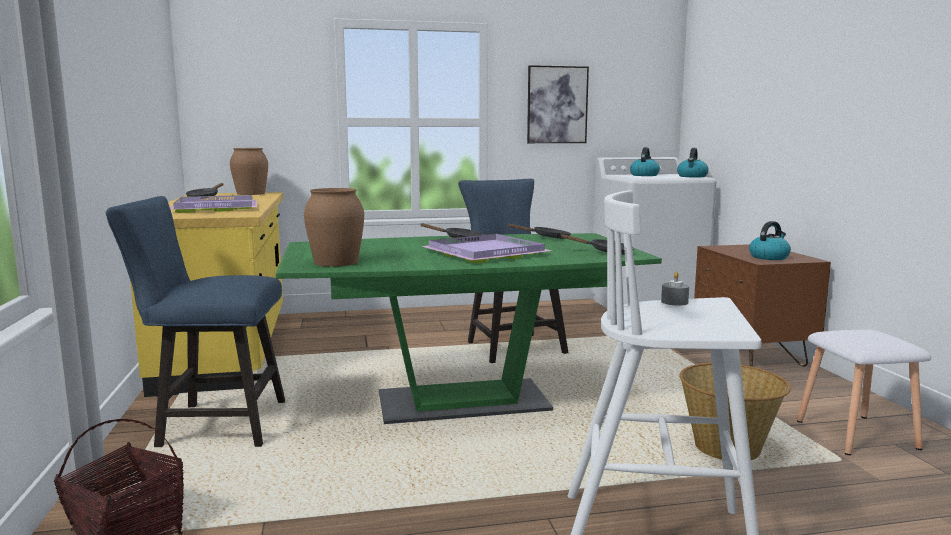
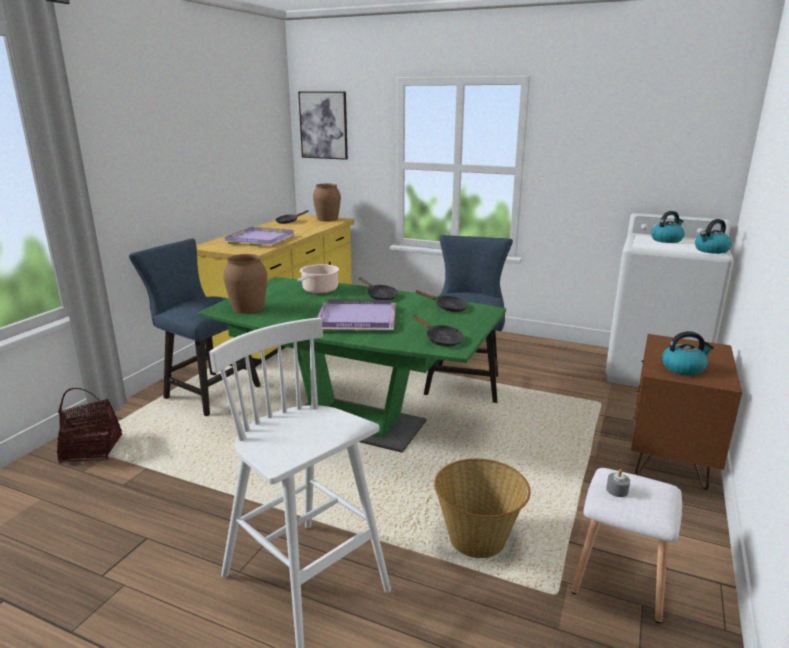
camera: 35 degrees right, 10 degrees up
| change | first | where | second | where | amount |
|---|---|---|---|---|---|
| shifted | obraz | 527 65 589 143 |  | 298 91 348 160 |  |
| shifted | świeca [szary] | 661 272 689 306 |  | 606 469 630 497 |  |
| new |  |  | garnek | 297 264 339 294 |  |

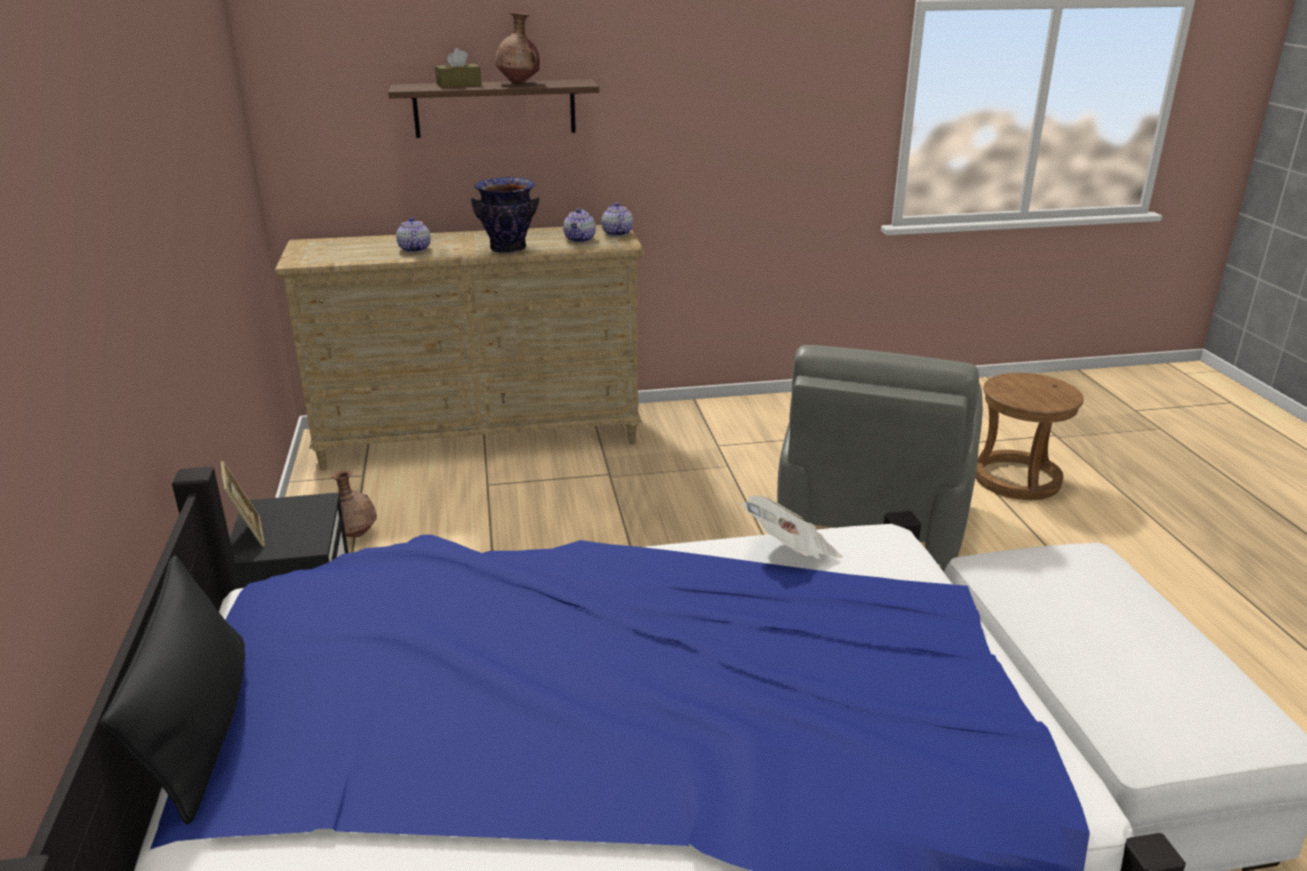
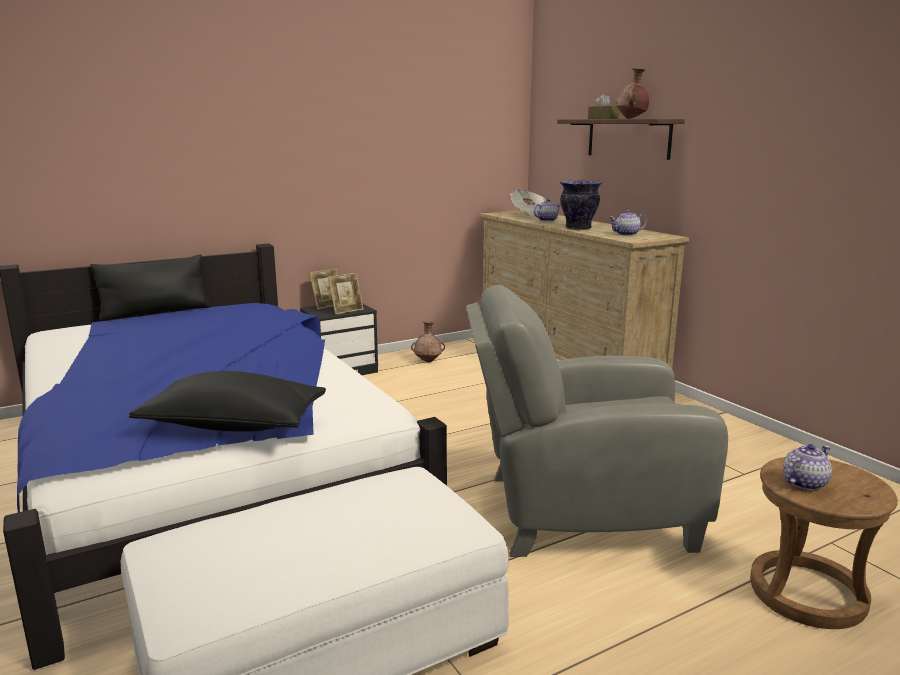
camera: 70 degrees right, 10 degrees down
| change | first | where | second | where | amount |
|---|---|---|---|---|---|
| shifted | imbryk | 601 203 633 236 |  | 783 444 832 490 |  |
| shifted | gazeta | 741 496 843 559 |  | 510 189 546 218 |  |
| new |  |  | ramka na zdjęcie | 328 273 364 315 |  |
| new |  |  | poduszka [czarny] | 129 371 326 432 |  |

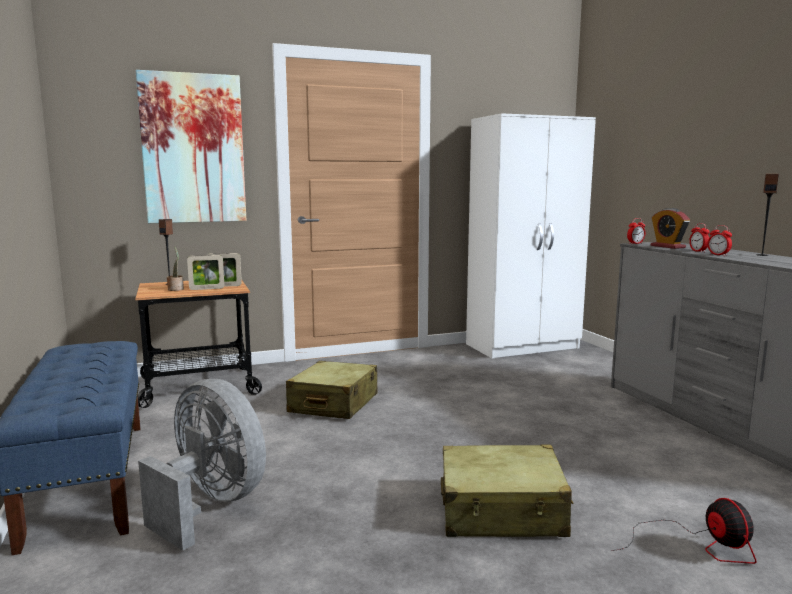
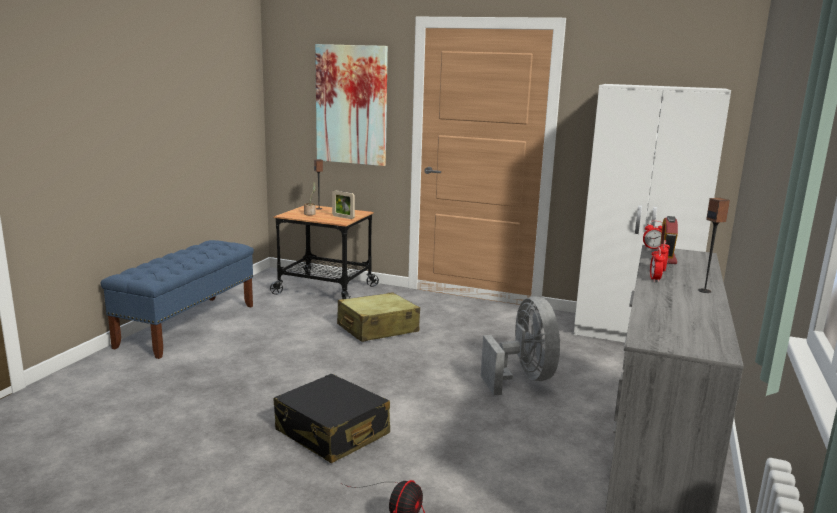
camera: 40 degrees right, 5 degrees up
| change | first | where | second | where | amount |
|---|---|---|---|---|---|
| gone | ramka na zdjęcie | 187 255 224 290 |  |  |  |
| shifted | wentylator [szary] | 138 379 266 551 |  | 481 296 560 395 |  |
| repainted | walizka [beżowy] | 441 444 573 537 | walizka [czarny] | 274 374 390 463 |  |

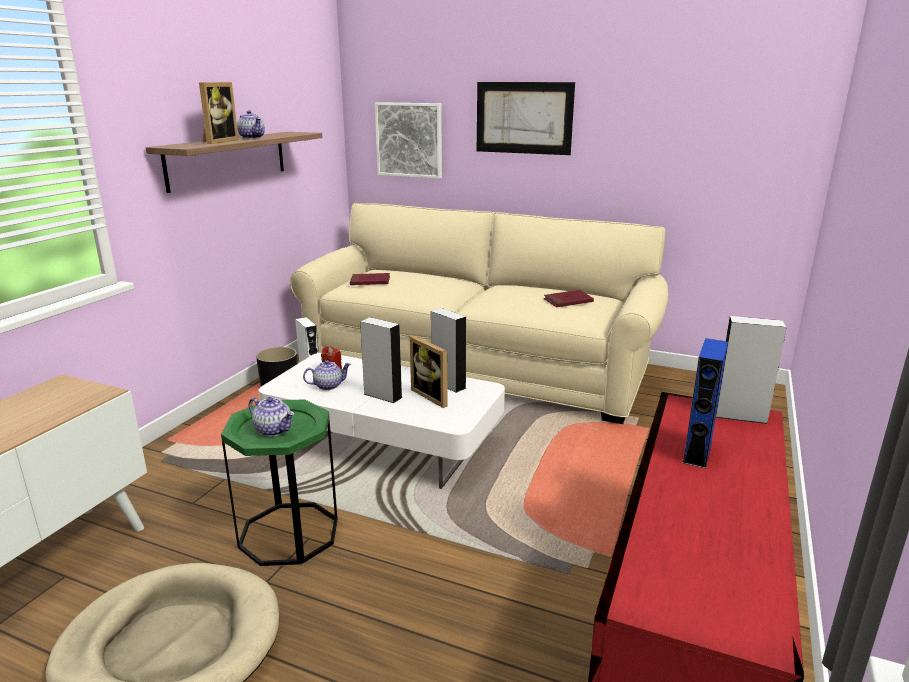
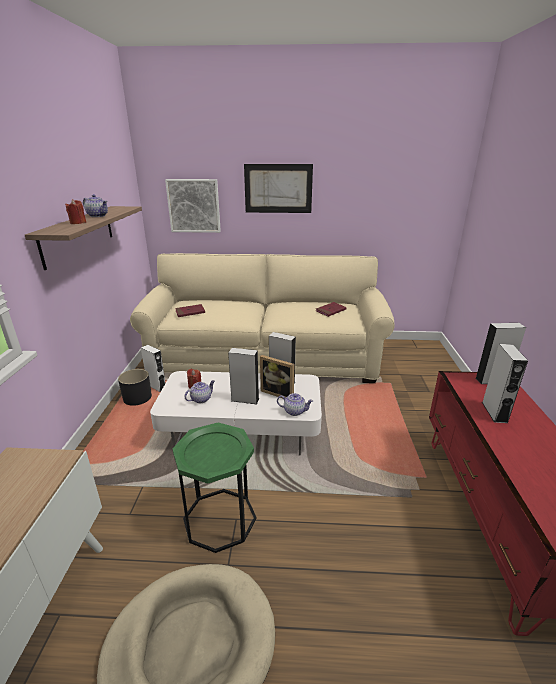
camera: 20 degrees left, 5 degrees up
| change | first | where | second | where | amount |
|---|---|---|---|---|---|
| swapped | ramka na zdjęcie | 199 82 239 144 | świeca [czerwony] | 65 199 86 224 |  |
| repainted | głośnik [niebieski] | 682 338 728 469 | głośnik [szary] | 482 344 528 423 |  |
| shifted | imbryk | 249 397 294 436 |  | 277 393 313 416 |  |

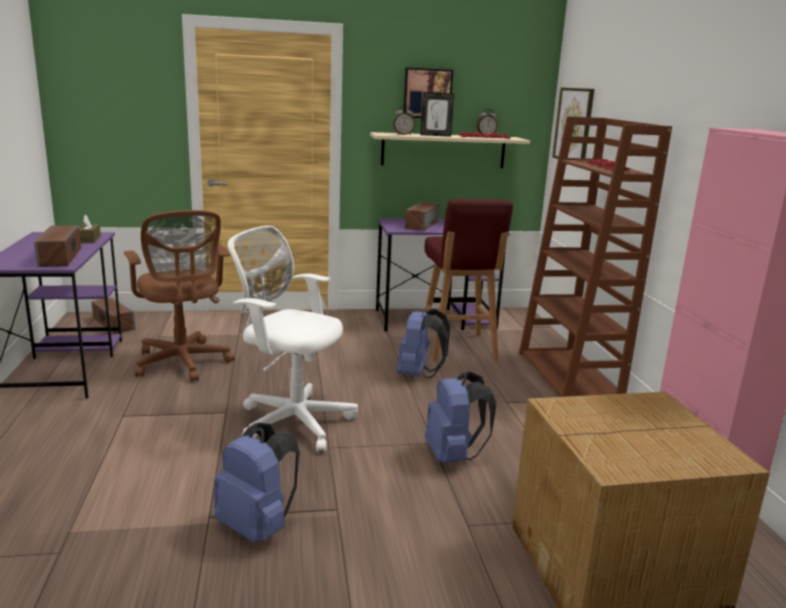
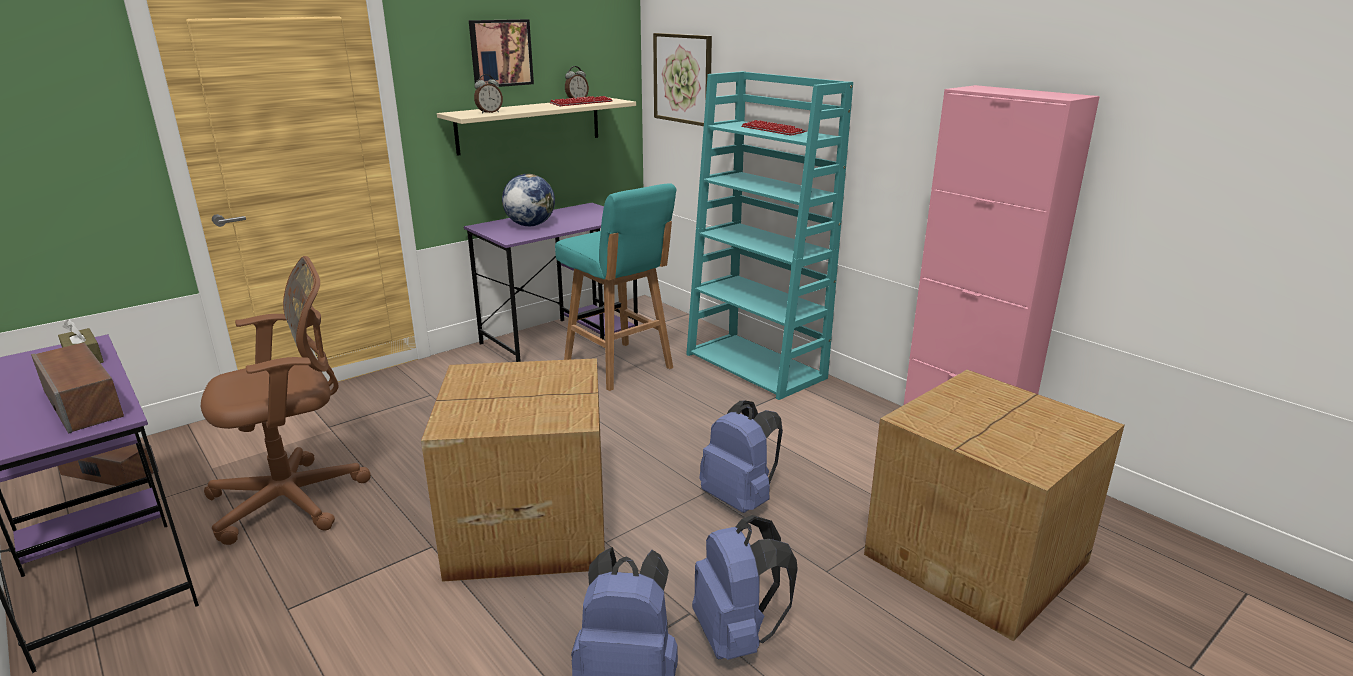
camera: 30 degrees left, 5 degrees up
| change | first | where | second | where | amount |
|---|---|---|---|---|---|
| gone | ramka na zdjęcie | 420 92 454 137 |  |  |  |
| repainted | regał [brązowy] | 519 116 672 397 | regał [turkusowy] | 686 71 853 400 |  |
| repainted | stołek [czerwony] | 424 199 513 361 | stołek [turkusowy] | 555 183 676 391 |  |
| swapped | głośnik | 405 202 440 231 | globus | 502 174 555 226 |  |
| rotated | krzesło biurowe [brązowy] | 124 210 235 382 |  | 201 256 371 545 | 60 degrees counterclockwise |
| swapped | krzesło biurowe [biały] | 228 226 358 452 | karton | 421 358 605 582 |  |
| shifted | plecak [niebieski] | 397 308 450 379 |  | 692 515 798 660 |  |

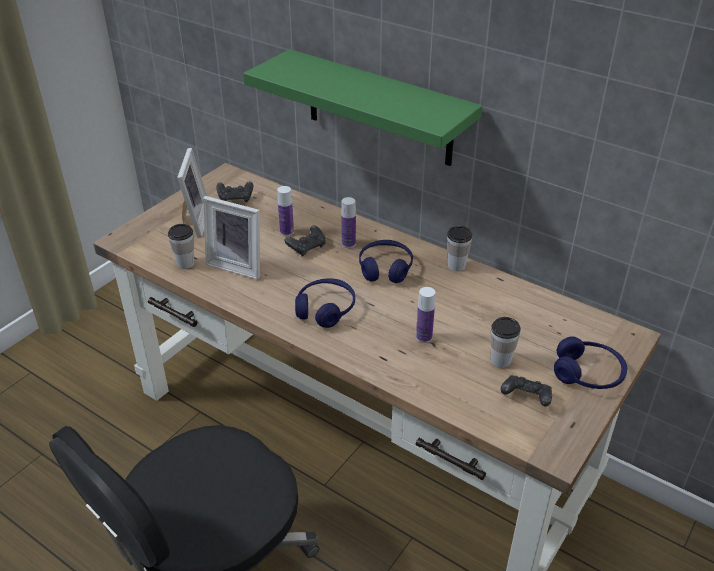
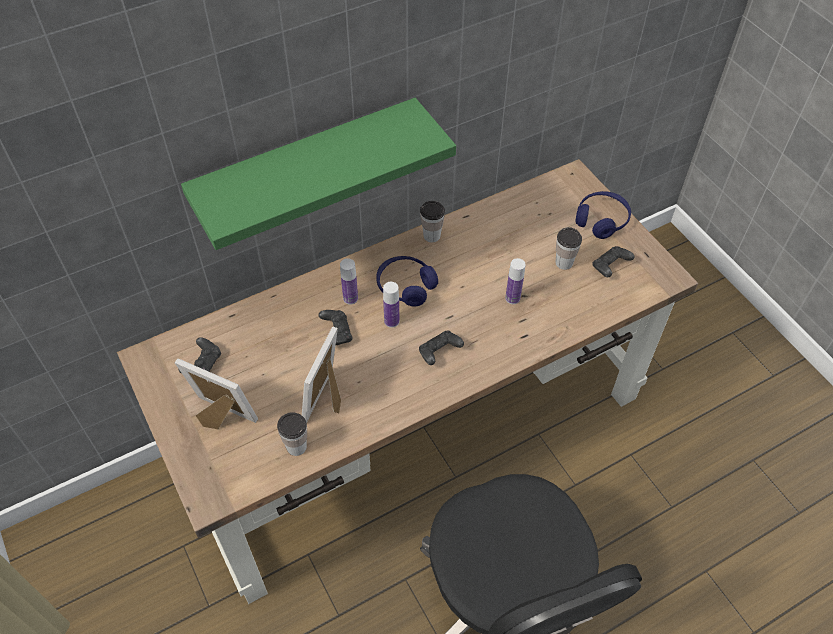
camera: 65 degrees left, 15 degrees up
| change | first | where | second | where | amount |
|---|---|---|---|---|---|
| shifted | butelka | 277 186 294 236 |  | 383 282 399 328 |  |
| rotated | ramka na zdjęcie | 203 196 260 280 |  | 302 327 341 423 | 150 degrees clockwise |
| swapped | słuchawki [niebieski] | 295 278 355 328 | pad do gier [czarny] | 419 330 464 365 |  |

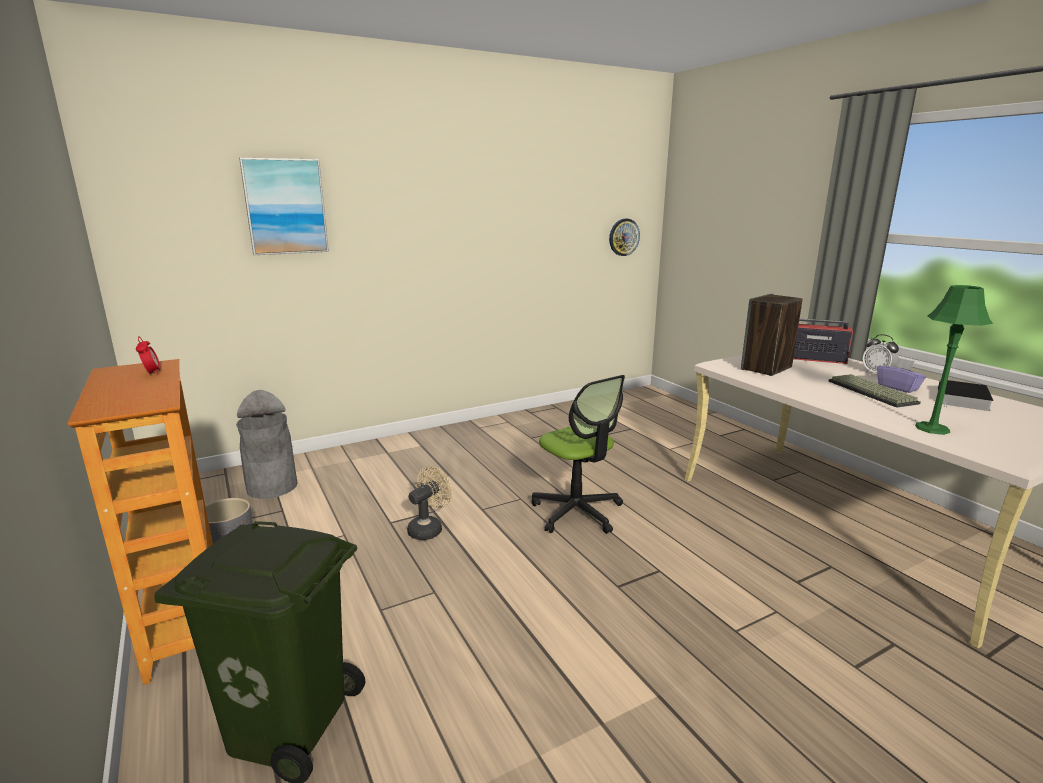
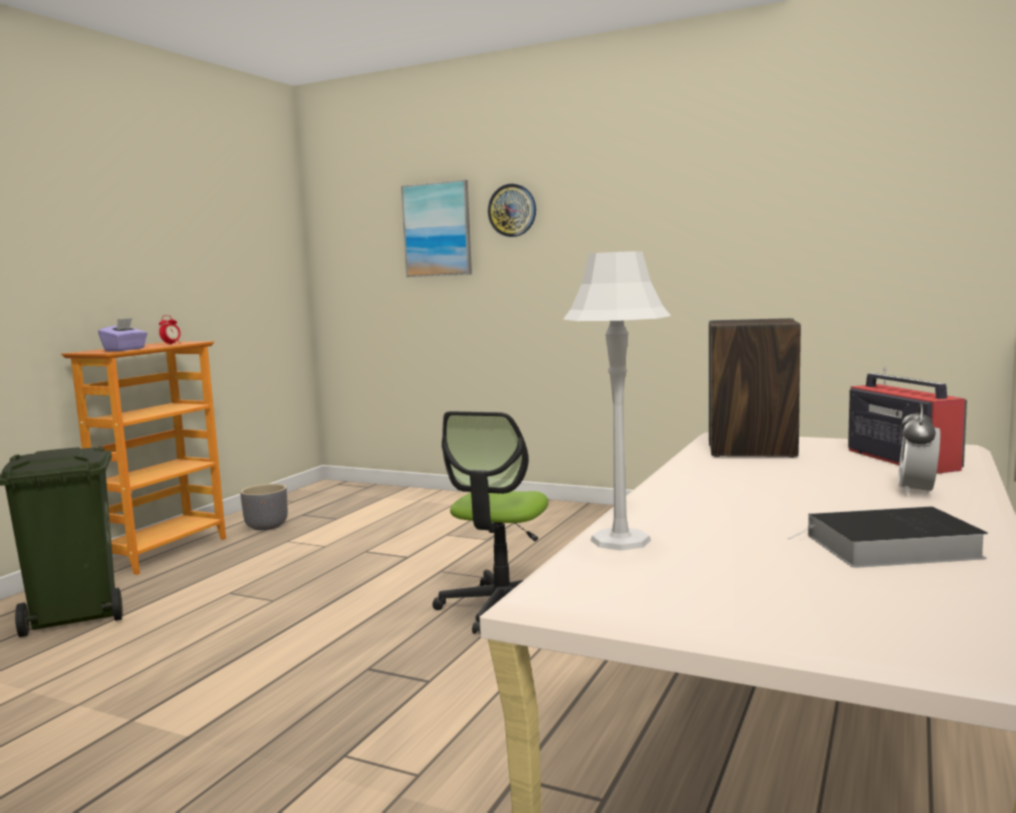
camera: 55 degrees right, 10 degrees down
| change | first | where | second | where | amount |
|---|---|---|---|---|---|
| shifted | zegar ścienny | 609 219 640 256 |  | 488 184 536 237 |  |
| repainted | lampa stołowa [zielony] | 915 285 993 435 | lampa stołowa [szary] | 563 251 671 550 |  |
| shifted | pudełko chusteczek [fioletowy] | 877 357 926 393 |  | 98 318 148 351 |  |
| gone | klawiatura | 828 374 921 408 |  |  |  |
| gone | kosz na śmieci [szary] | 236 390 298 499 |  |  |  |
| gone | wentylator [beżowy] | 407 466 452 540 |  |  |  |

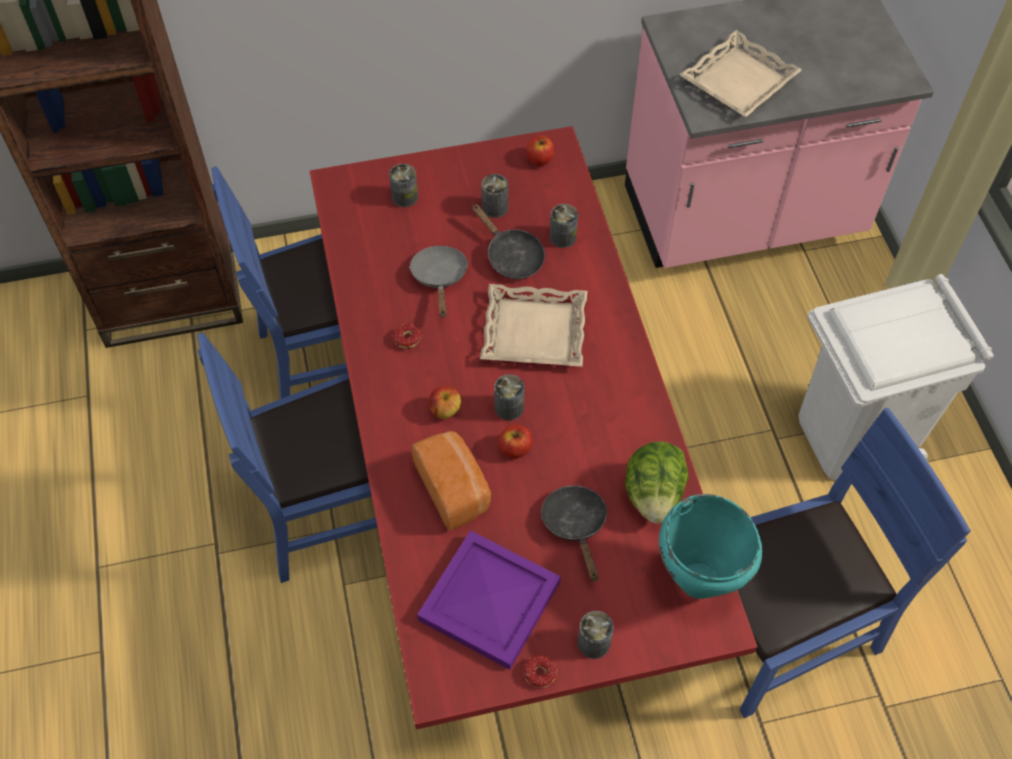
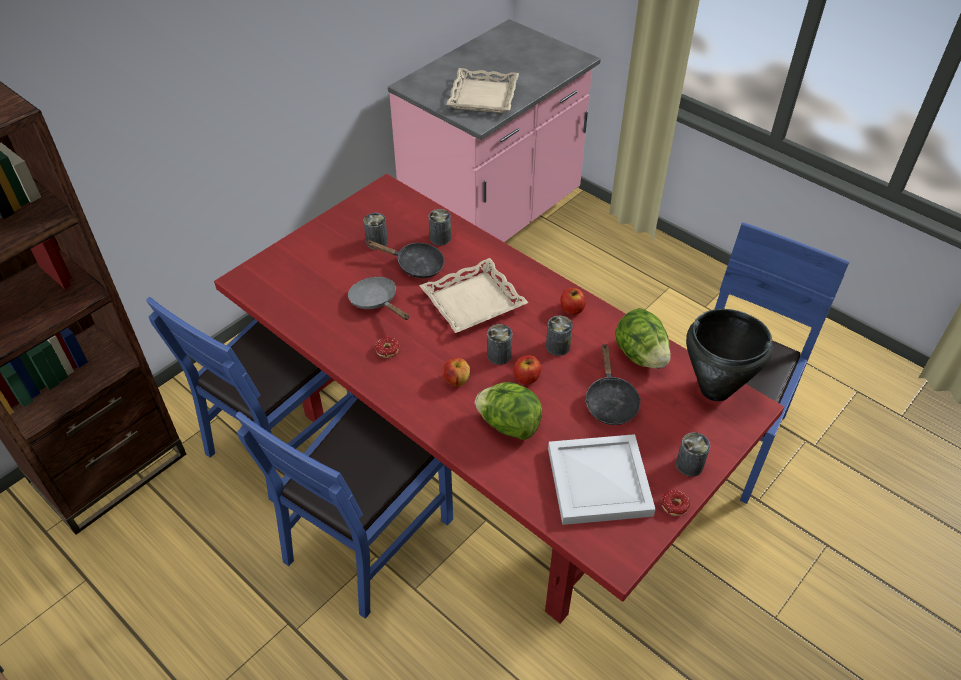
camera: 35 degrees left, 10 degrees down
| change | first | where | second | where | amount |
|---|---|---|---|---|---|
| shifted | jabłko | 527 135 554 166 |  | 560 288 586 315 |  |
| shifted | puszka | 389 164 418 207 |  | 546 316 573 356 |  |
| gone | kosz na śmieci [biały] | 798 274 993 481 |  |  |  |
| swapped | chleb | 412 431 491 531 | sałata | 475 382 542 440 |  |
| rotated | patelnia [czarny] | 541 485 607 582 |  | 585 343 641 425 | 135 degrees counterclockwise |
| repainted | garnek [turkusowy] | 659 494 762 599 | garnek [czarny] | 686 309 773 401 |  |
| repainted | taca [fioletowy] | 417 530 561 670 | taca [biały] | 548 434 656 525 |  |

